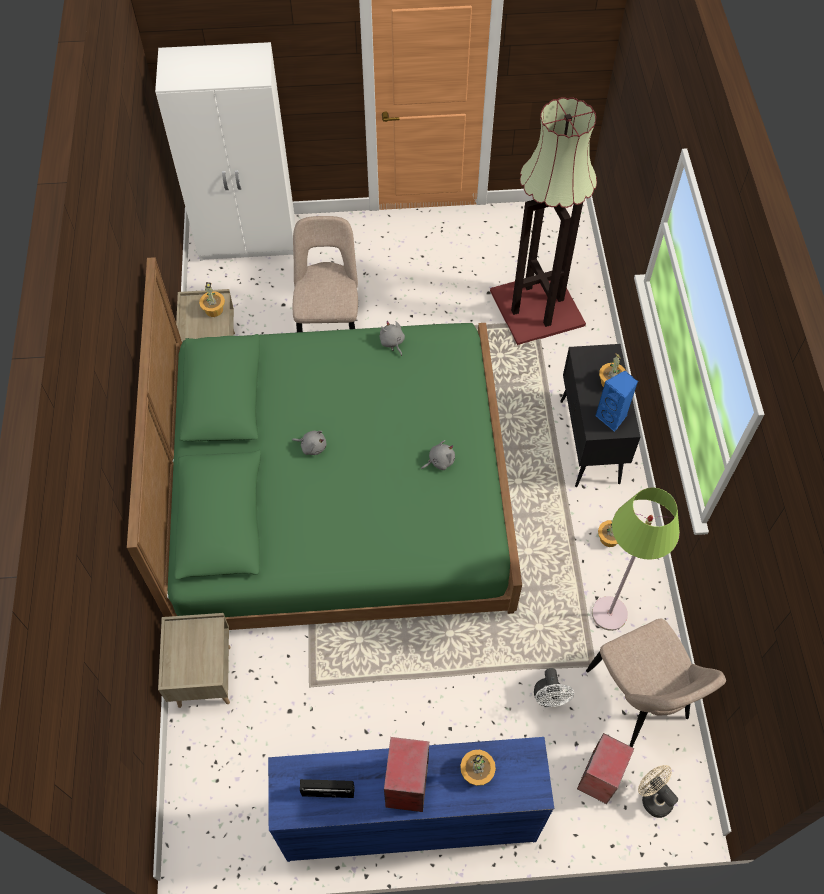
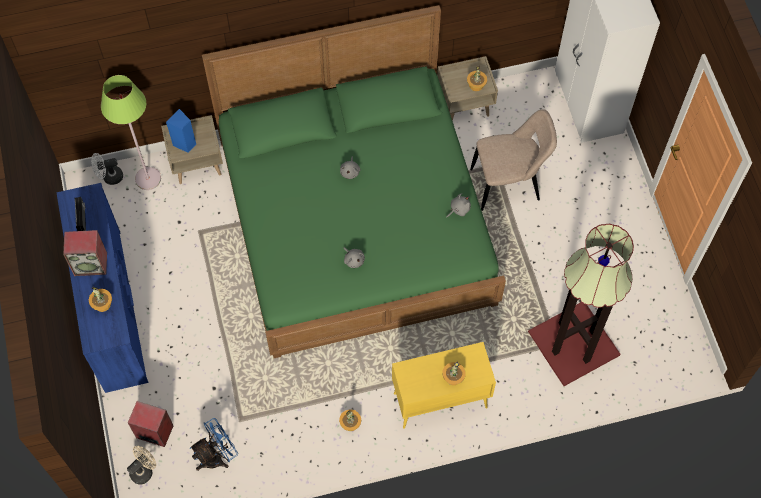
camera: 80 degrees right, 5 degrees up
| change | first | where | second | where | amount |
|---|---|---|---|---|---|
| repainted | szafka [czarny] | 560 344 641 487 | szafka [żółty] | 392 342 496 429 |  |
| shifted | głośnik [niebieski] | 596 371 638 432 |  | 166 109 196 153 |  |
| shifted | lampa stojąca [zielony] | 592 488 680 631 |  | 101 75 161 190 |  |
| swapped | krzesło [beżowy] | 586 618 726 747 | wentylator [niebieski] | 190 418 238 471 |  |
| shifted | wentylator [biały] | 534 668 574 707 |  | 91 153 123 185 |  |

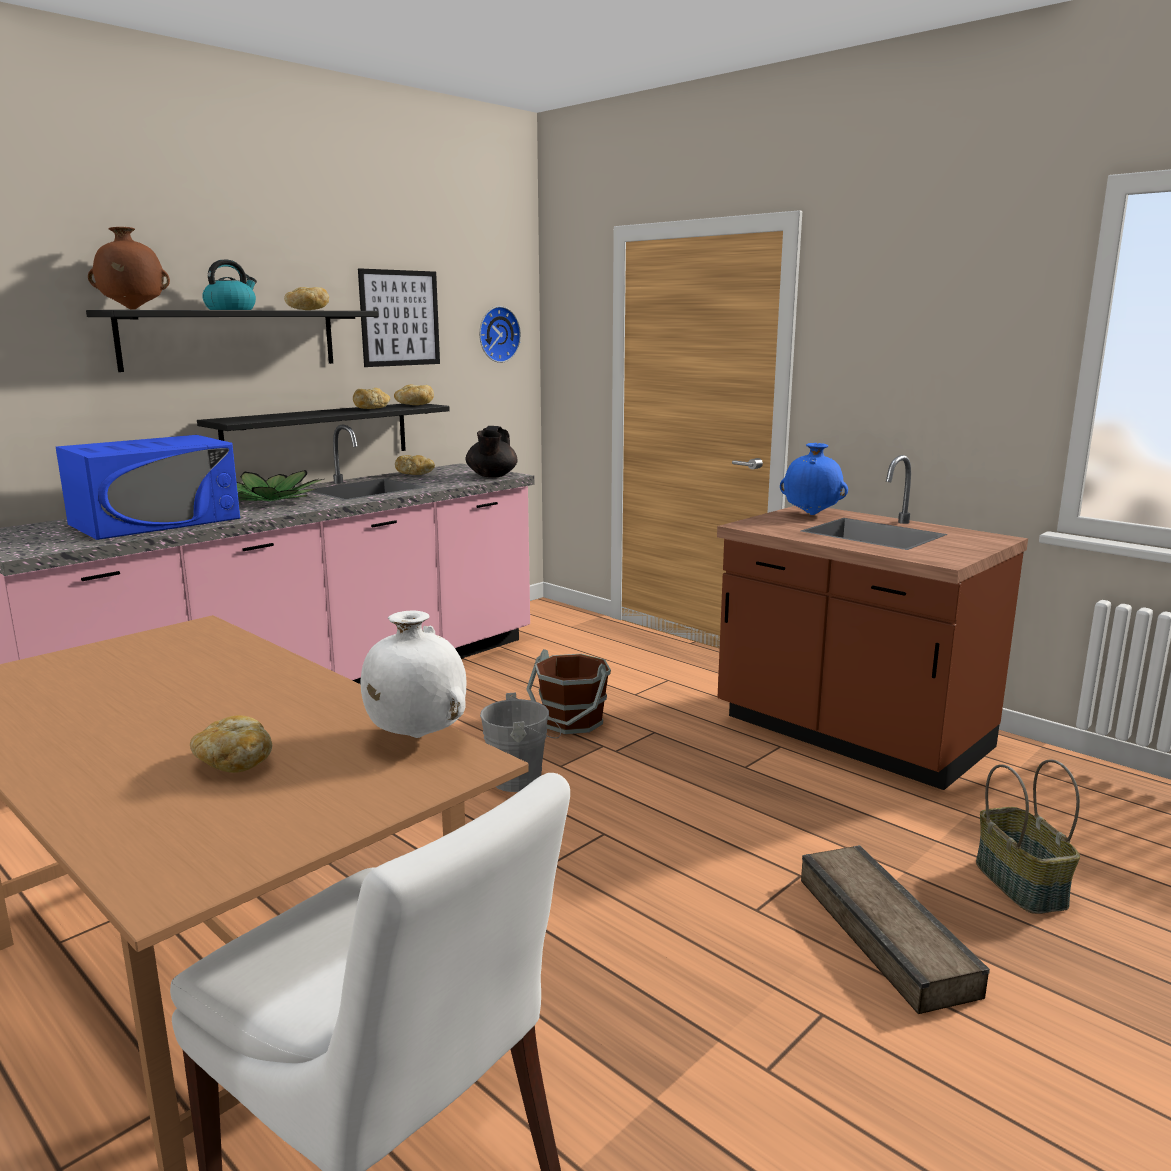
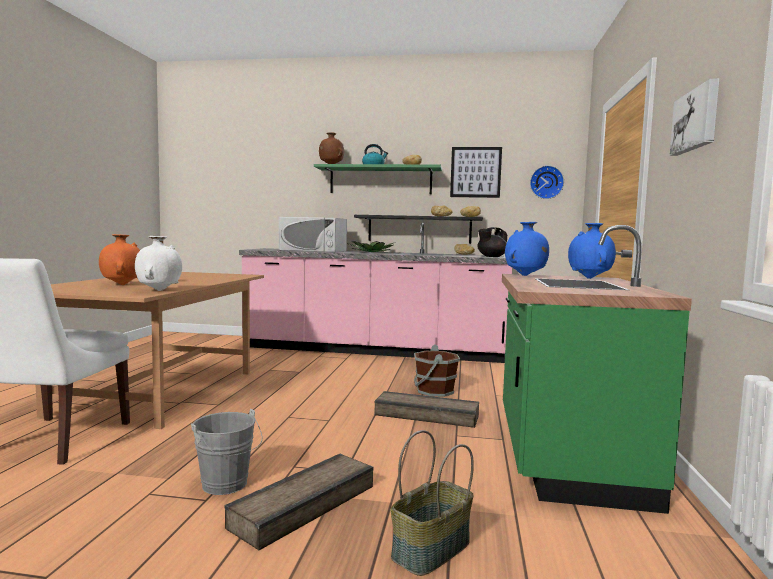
camera: 55 degrees right, 10 degrees down
| change | first | where | second | where | amount |
|---|---|---|---|---|---|
| repainted | półka [czarny] | 86 310 379 372 | półka [zielony] | 314 164 442 194 |  |
| repainted | mikrofalówka [niebieski] | 56 435 240 540 | mikrofalówka [biały] | 279 217 347 252 |  |
| repainted | zabudowa kuchenna [brązowy] | 717 455 1028 790 | zabudowa kuchenna [zielony] | 502 225 692 514 |  |
| shifted | wiadro [szary] | 480 693 561 792 |  | 191 409 262 495 |  |
| swapped | chleb | 190 715 272 773 | wazon [pomarańczowy] | 99 234 140 285 |  |
| new |  |  | obraz | 670 78 720 156 |  |
| new |  |  | wazon [niebieski] | 505 222 549 276 |  |
| new |  |  | skrzynka | 374 391 479 428 |  |

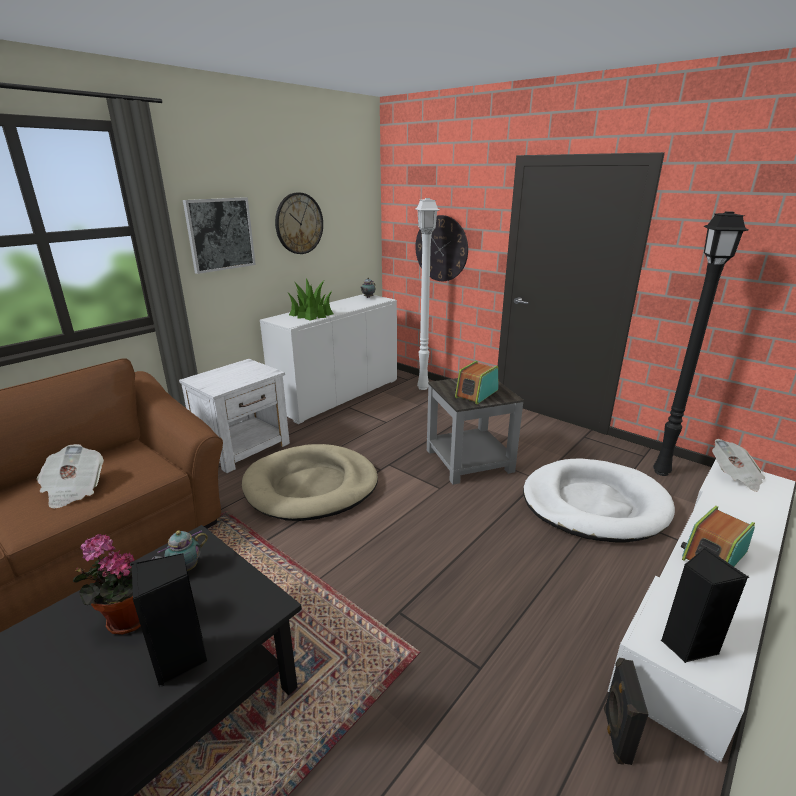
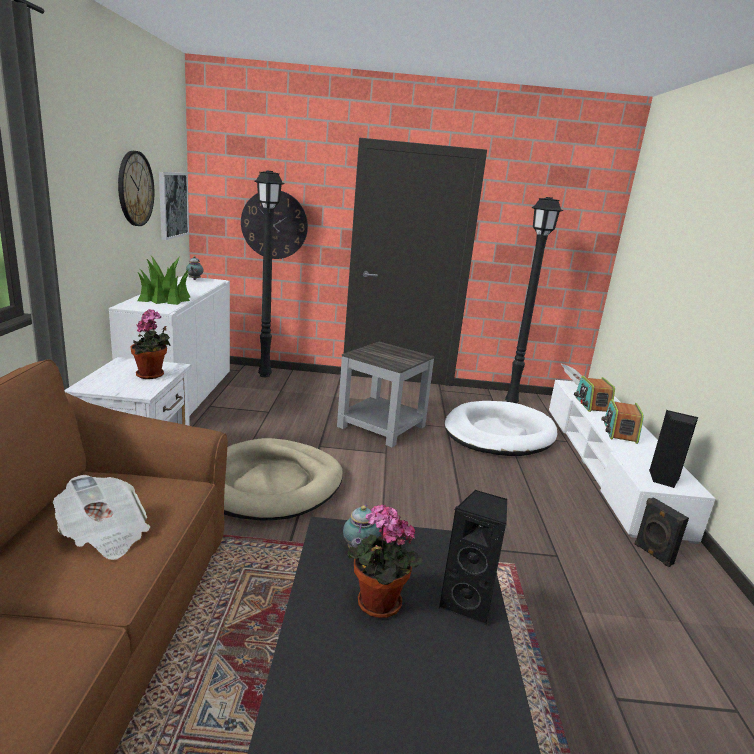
camera: 40 degrees left, 5 degrees down
| change | first | where | second | where | amount |
|---|---|---|---|---|---|
| shifted | obraz | 183 197 256 274 |  | 159 172 189 240 |  |
| repainted | lampa stojąca [biały] | 415 198 439 390 | lampa stojąca [czarny] | 255 170 285 377 |  |
| shifted | radio | 454 361 499 404 |  | 574 376 615 412 |  |
| new |  |  | roślina doniczkowa | 130 309 171 379 |  |

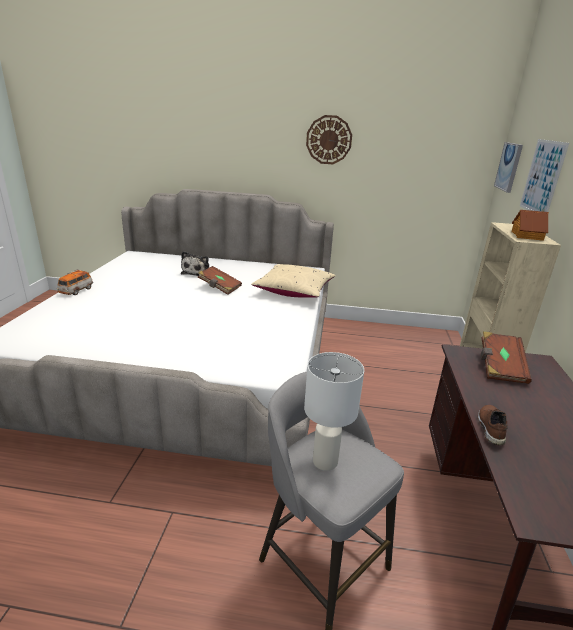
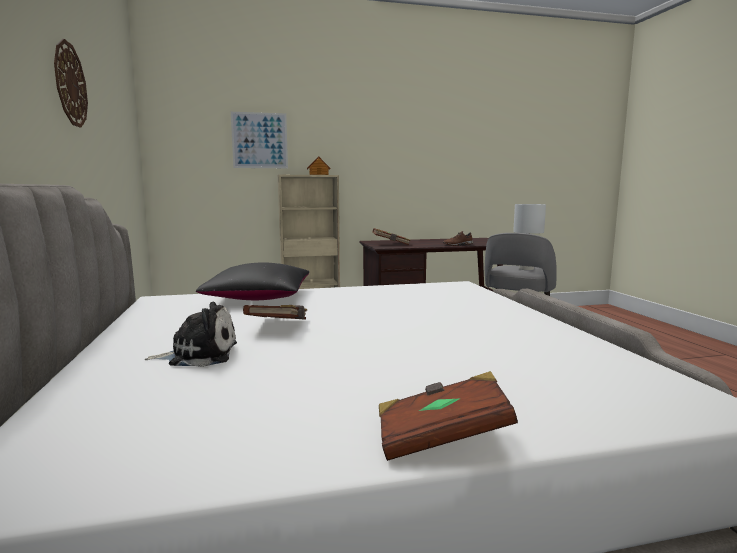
camera: 110 degrees left, 15 degrees down
| change | first | where | second | where | amount |
|---|---|---|---|---|---|
| gone | obraz | 494 142 523 193 |  |  |  |
| repainted | poduszka [beżowy] | 251 264 336 298 | poduszka [czarny] | 196 262 309 300 |  |
| swapped | samochodzik | 57 269 93 295 | książka [brązowy] | 379 371 518 461 |  |

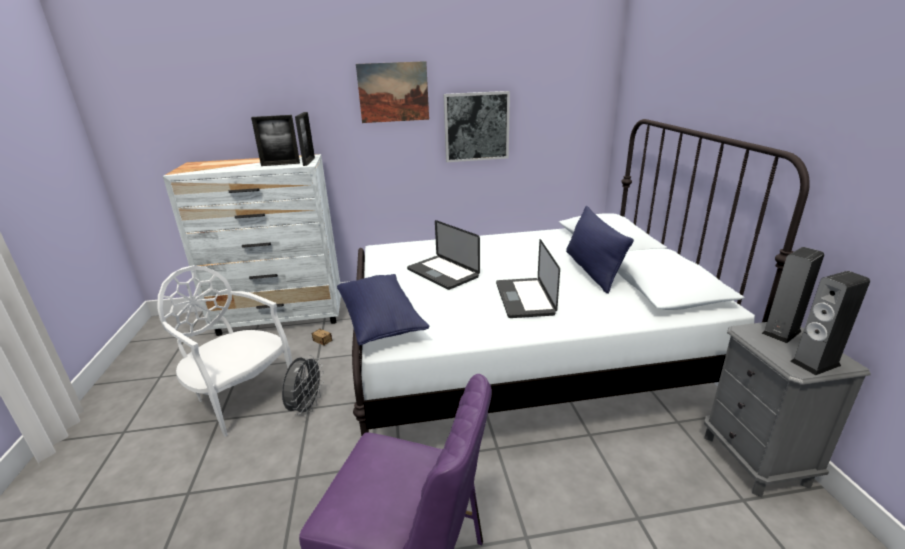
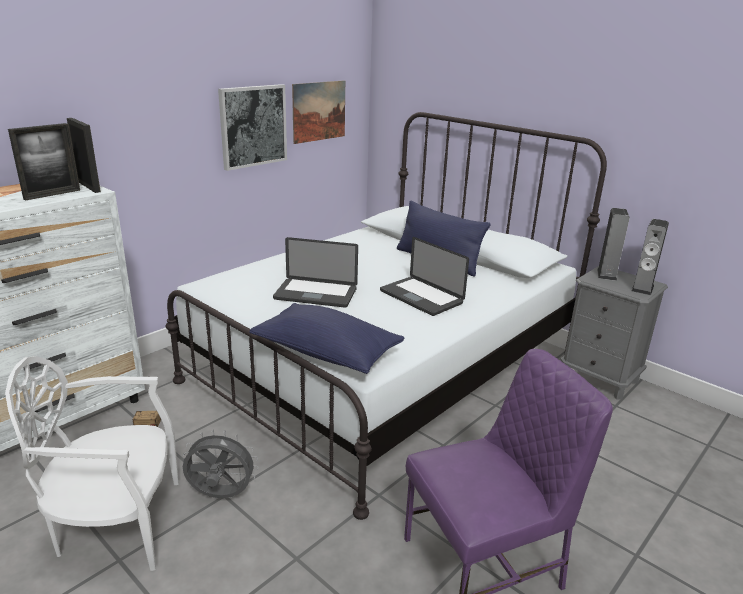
camera: 40 degrees left, 0 degrees up
| change | first | where | second | where | amount |
|---|---|---|---|---|---|
| shifted | obraz | 356 61 429 123 |  | 292 80 345 144 |  |
| rotated | wentylator [szary] | 282 355 324 416 |  | 183 430 259 498 | 60 degrees counterclockwise |

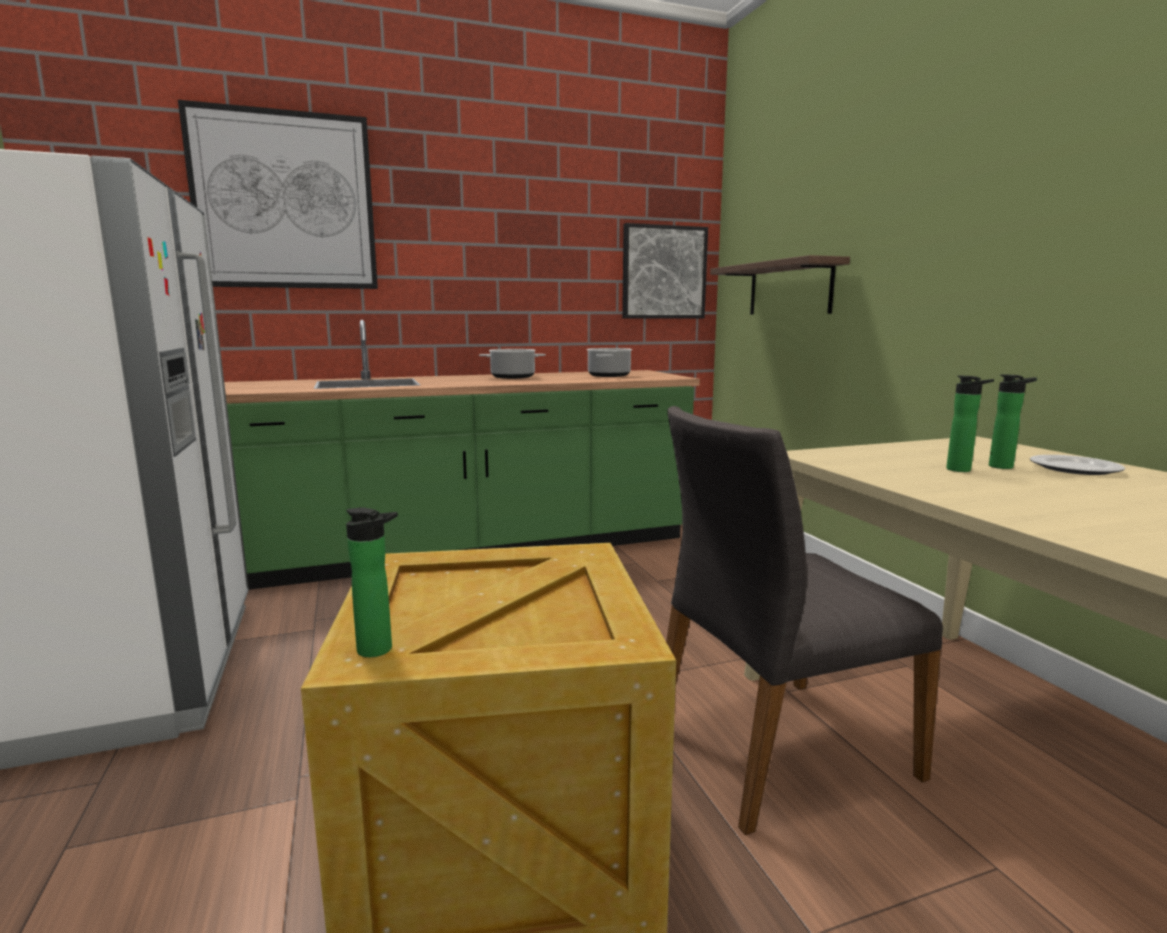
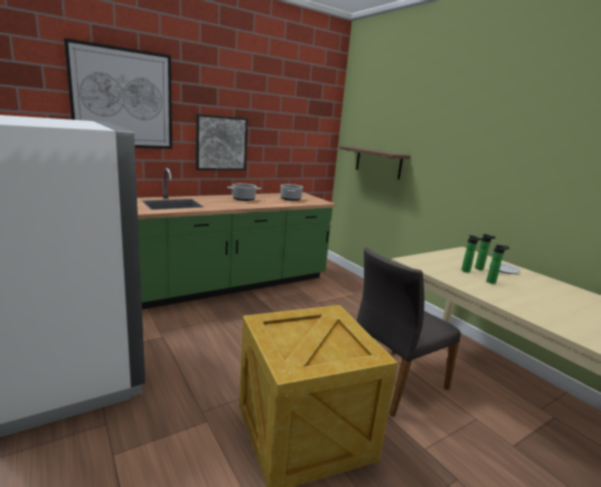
camera: 15 degrees left, 5 degrees up
| change | first | where | second | where | amount |
|---|---|---|---|---|---|
| shifted | obraz | 622 223 708 318 |  | 196 114 248 170 |  |
| shifted | butelka | 346 508 398 657 |  | 486 244 510 284 |  |

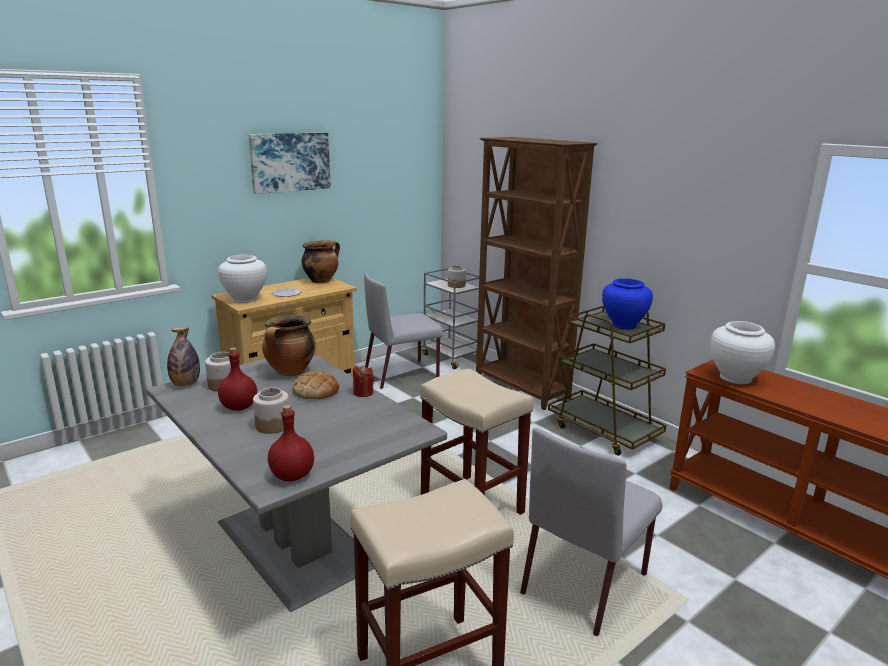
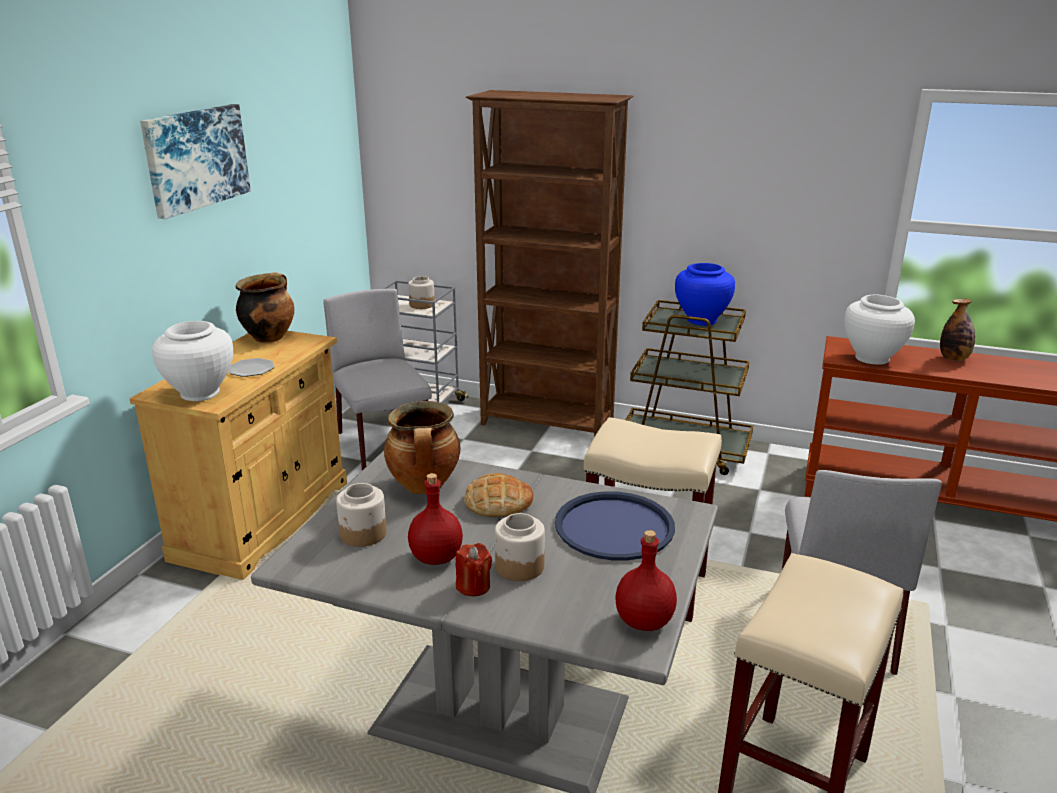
camera: 30 degrees left, 5 degrees up
| change | first | where | second | where | amount |
|---|---|---|---|---|---|
| rotated | krzesło [szary] | 364 272 443 389 |  | 323 289 432 470 | 120 degrees clockwise |
| shifted | butelka | 167 327 200 386 |  | 940 299 975 361 |  |
| shifted | świeca [czerwony] | 353 366 374 397 |  | 456 543 492 596 |  |
| new |  |  | taca [niebieski] | 555 491 675 561 |  |

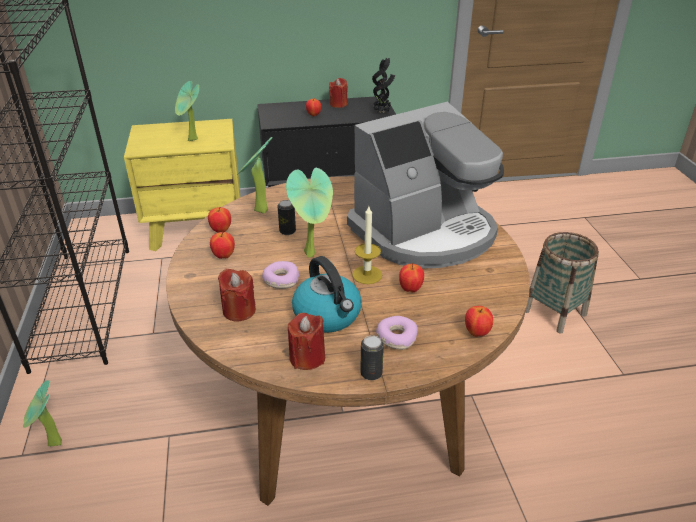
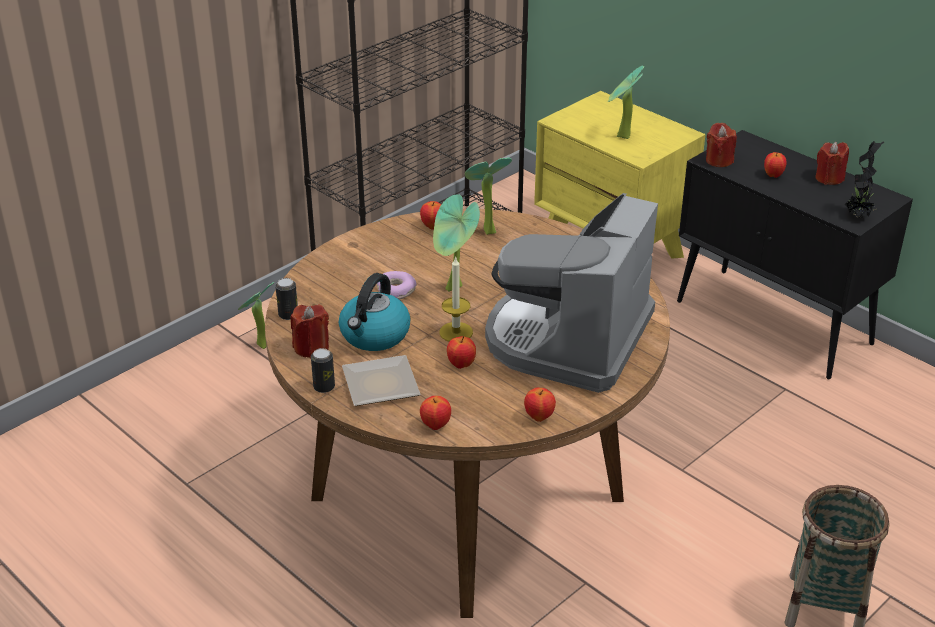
camera: 55 degrees right, 0 degrees up
| change | first | where | second | where | amount |
|---|---|---|---|---|---|
| rotated | ekspres do kawy | 347 102 504 268 |  | 485 193 658 393 | 90 degrees clockwise |
| shifted | puszka | 278 200 296 235 |  | 275 278 298 320 |  |
| shifted | jabłko | 210 232 235 259 |  | 524 388 556 422 |  |
| shifted | świeca [czerwony] | 218 269 256 322 |  | 706 123 737 167 |  |
| swapped | donut | 376 316 418 350 | talerz | 342 355 420 406 |  |

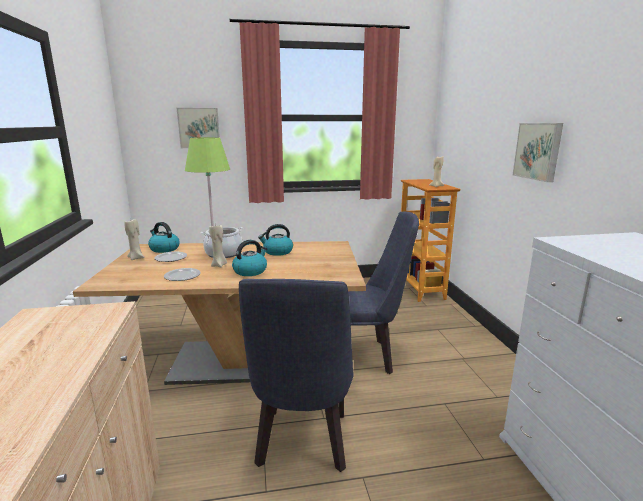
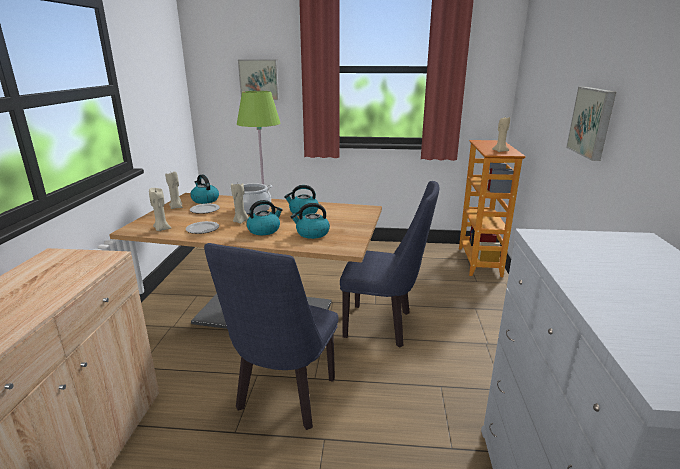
camera: 15 degrees right, 5 degrees up
| change | first | where | second | where | amount |
|---|---|---|---|---|---|
| new |  |  | świeca [beżowy] | 149 188 171 231 |  |
| new |  |  | czajnik | 290 203 330 239 |  |

